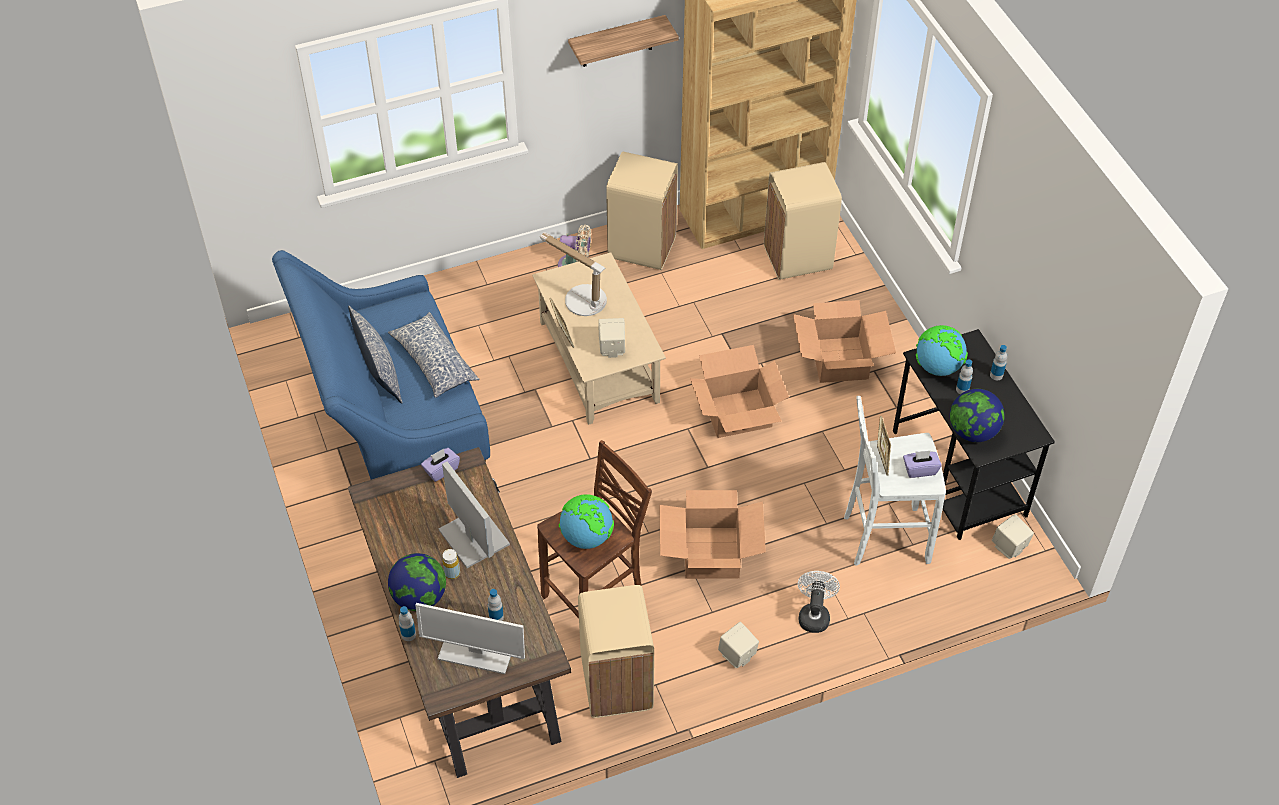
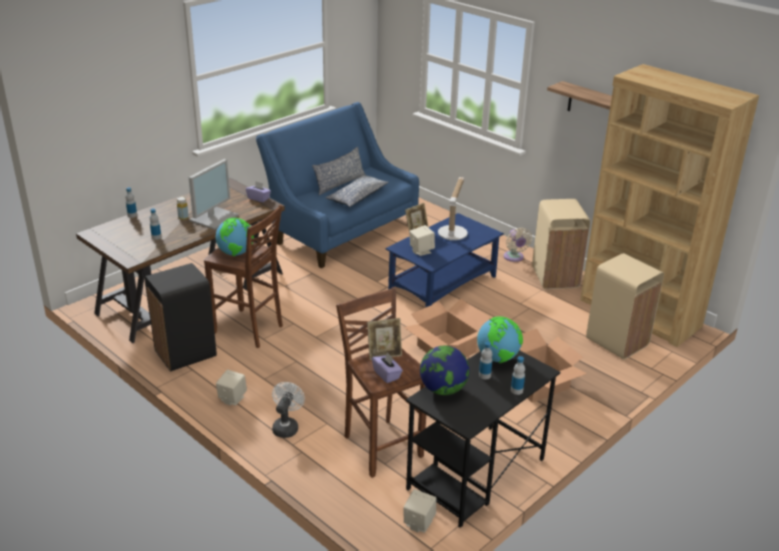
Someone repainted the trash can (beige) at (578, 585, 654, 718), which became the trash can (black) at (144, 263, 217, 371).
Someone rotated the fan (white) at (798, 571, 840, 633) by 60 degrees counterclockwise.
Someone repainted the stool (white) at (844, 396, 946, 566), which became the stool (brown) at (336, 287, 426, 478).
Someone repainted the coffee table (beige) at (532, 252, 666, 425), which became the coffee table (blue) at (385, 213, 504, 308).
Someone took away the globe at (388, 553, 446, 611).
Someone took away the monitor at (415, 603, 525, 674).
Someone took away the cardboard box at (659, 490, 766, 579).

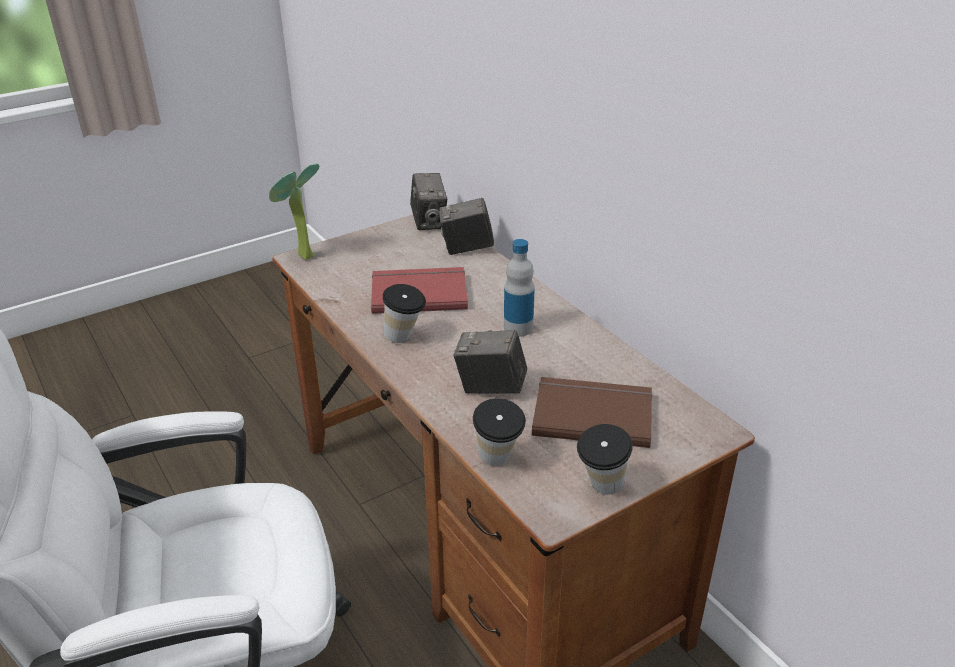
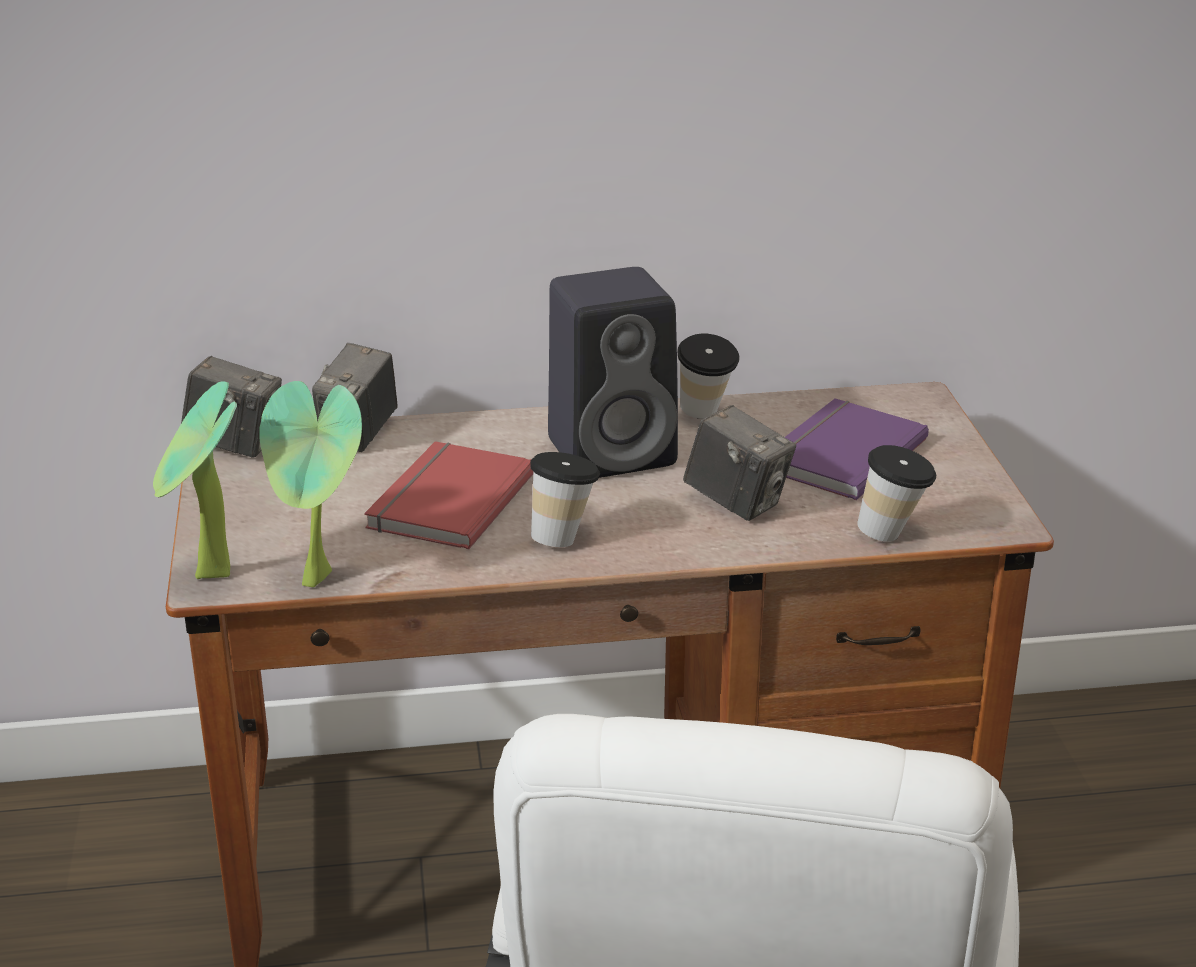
Someone put down the potted plant at (259, 381, 362, 587).
Someone swapped the bottle at (504, 239, 535, 337) for the speaker (black) at (548, 267, 678, 478).
Someone carried the cup from (577, 424, 633, 495) to (677, 334, 739, 419).
Someone rotated the photo camera at (454, 330, 527, 394) by 90 degrees counterclockwise.
Someone repainted the book (brown) at (532, 377, 652, 448), which became the book (purple) at (785, 398, 929, 500).

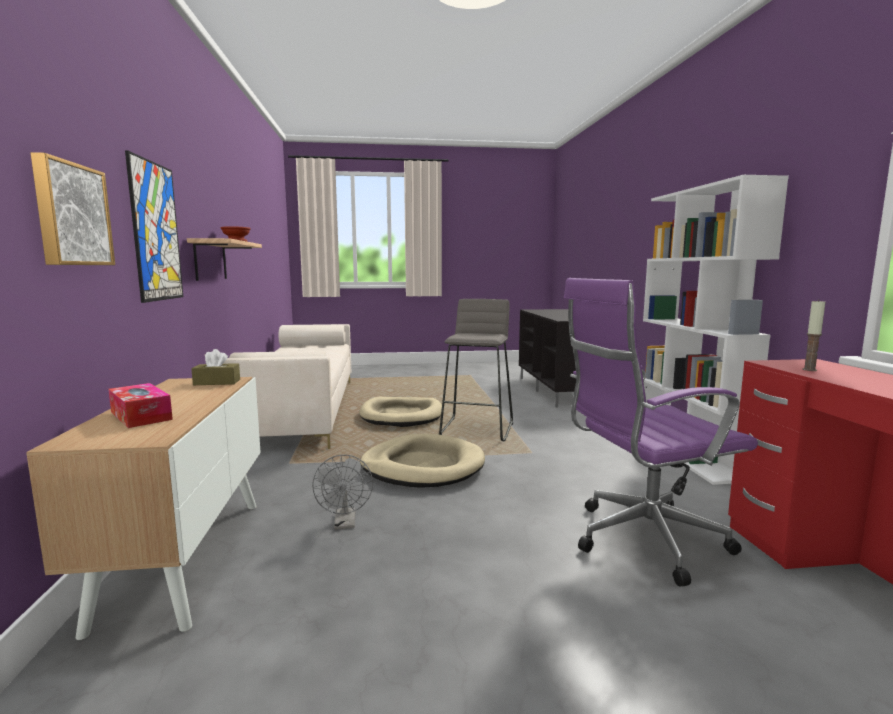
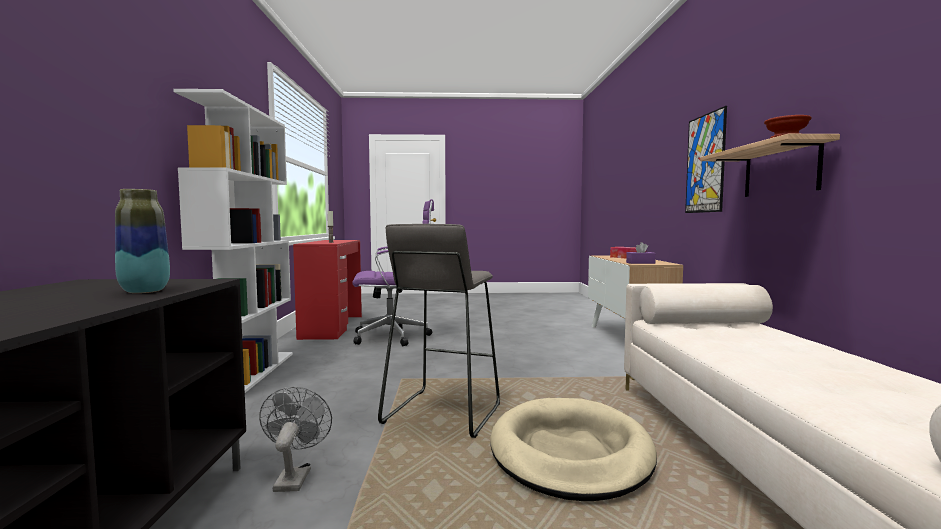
Someone put down the vase at (115, 189, 170, 293).
Someone carried the fan (grey) from (312, 454, 373, 530) to (259, 387, 332, 492).
Someone repainted the tissue box (brown) at (191, 349, 240, 385), which became the tissue box (purple) at (626, 242, 656, 264).
Someone took away the picture at (30, 152, 115, 265).
Someone took away the dog bed (beige) at (360, 434, 485, 487).

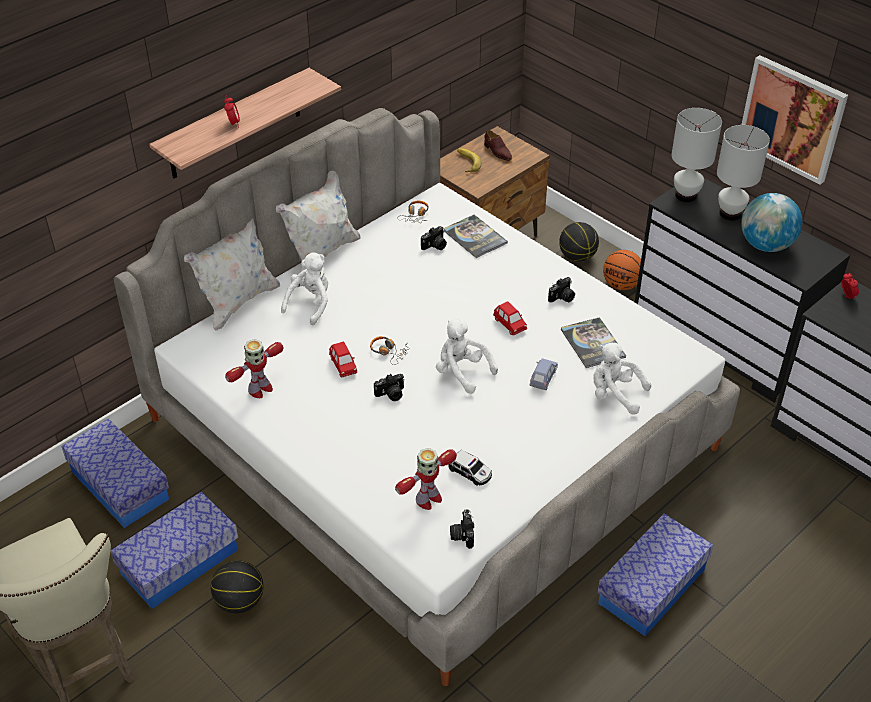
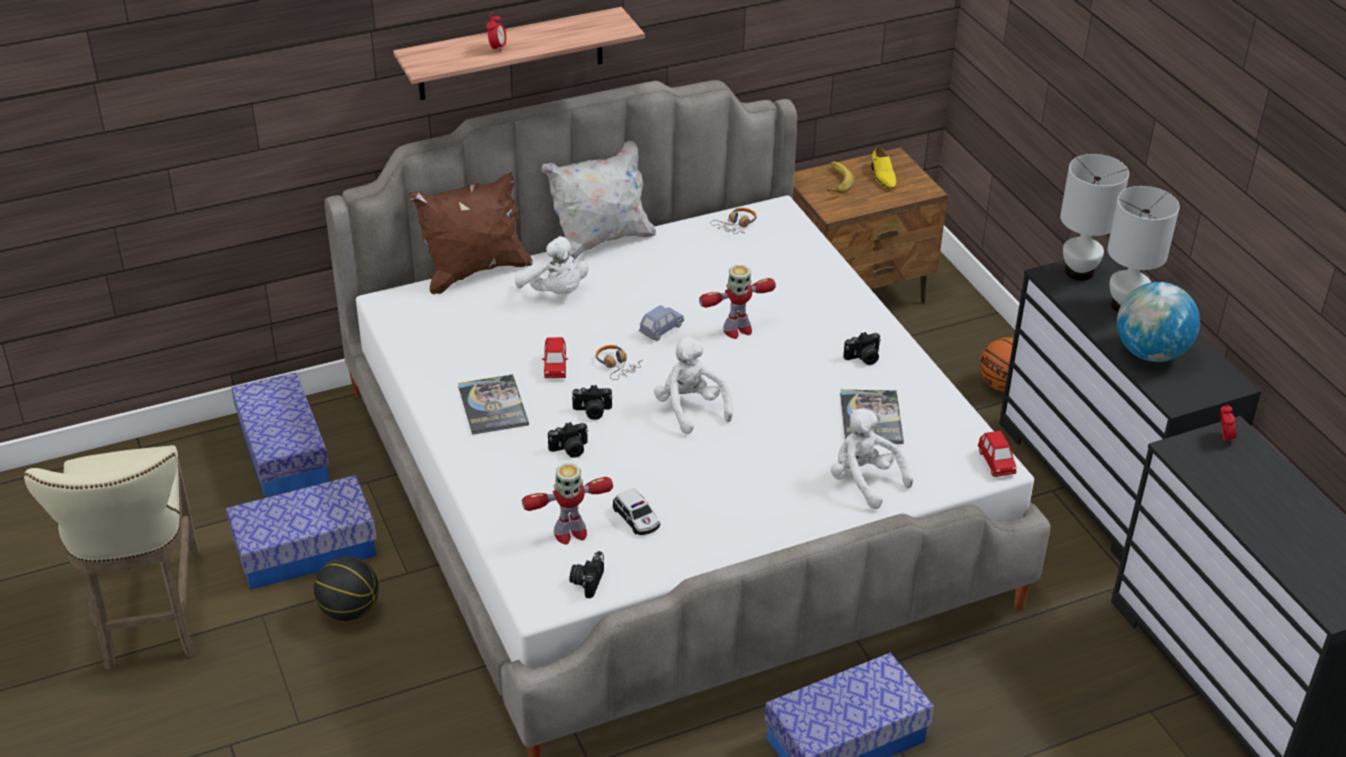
Someone repainted the pillow (white) at (184, 219, 280, 331), which became the pillow (brown) at (409, 172, 533, 294).
Someone carried the book from (443, 215, 508, 258) to (458, 374, 529, 435).
Someone rotated the plush toy (white) at (281, 253, 328, 325) by 90 degrees clockwise.
Someone carried the photo camera from (421, 226, 447, 250) to (548, 422, 588, 458).
Someone carried the toy car (blue) from (530, 358, 558, 390) to (639, 305, 684, 341).
Someone carried the toy robot from (225, 339, 284, 398) to (699, 265, 776, 339).
Someone repainted the shoe (brown) at (484, 130, 512, 161), which became the shoe (yellow) at (871, 146, 896, 189).
Someone carried the toy car (red) from (493, 301, 527, 335) to (978, 431, 1017, 477).
Someone took away the basketball at (559, 222, 599, 262).
Someone took away the picture at (741, 55, 848, 184).

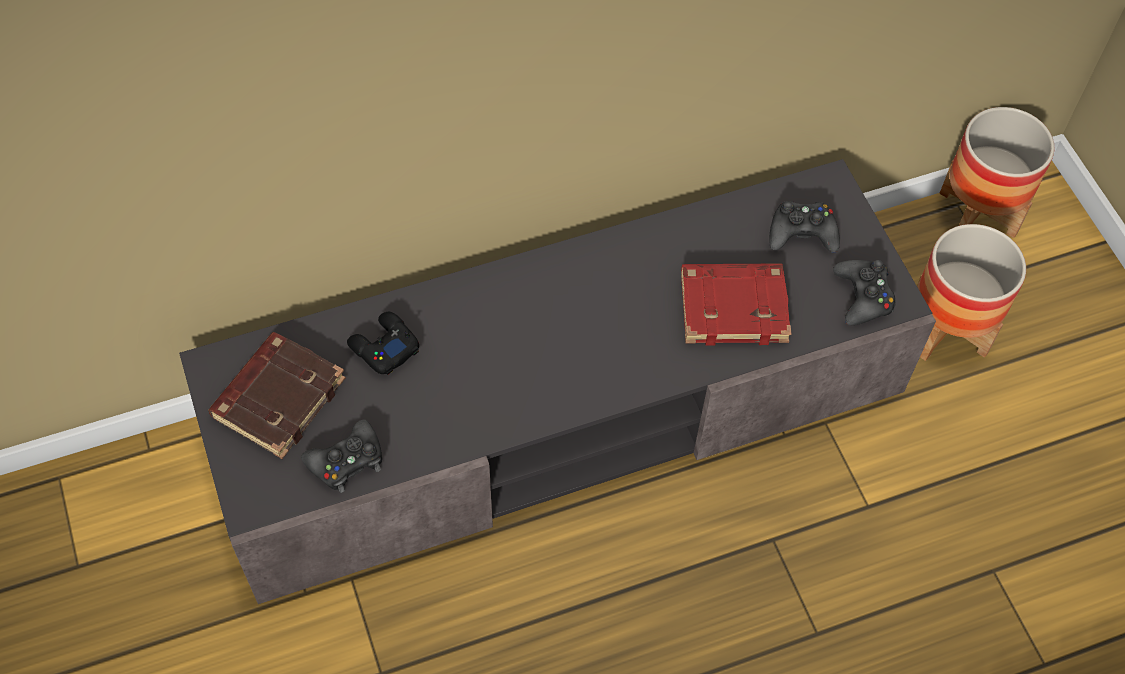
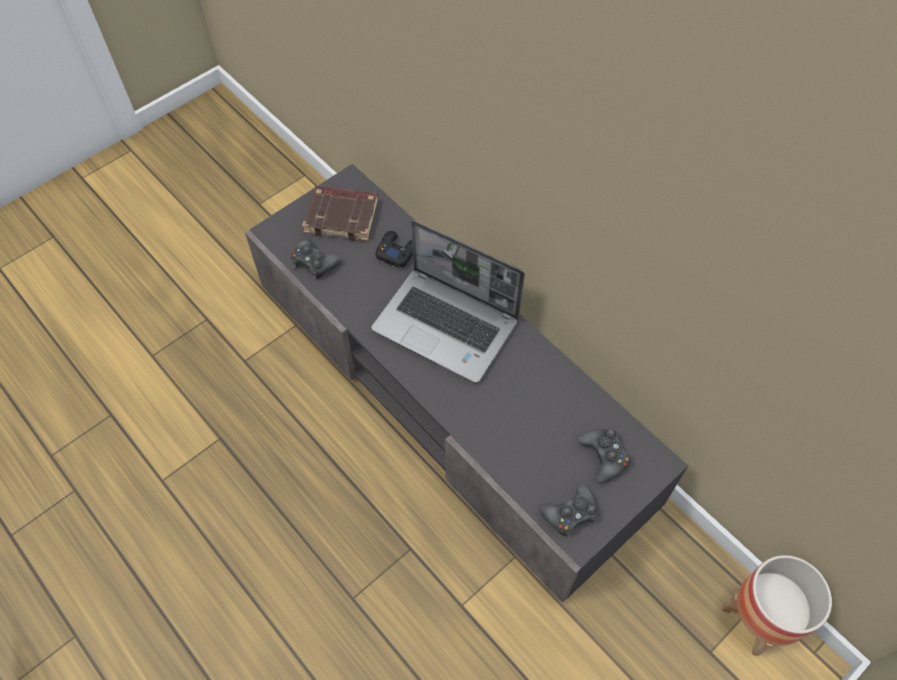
Someone put down the laptop at (372, 220, 525, 383).
Someone took away the book (red) at (681, 263, 792, 346).
Someone took away the planter at (917, 224, 1026, 361).

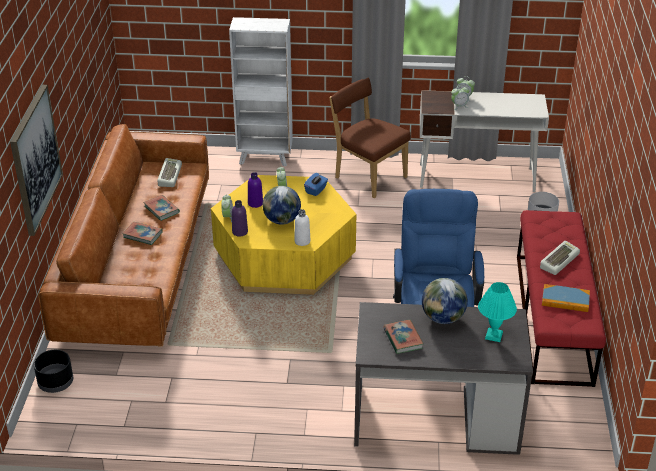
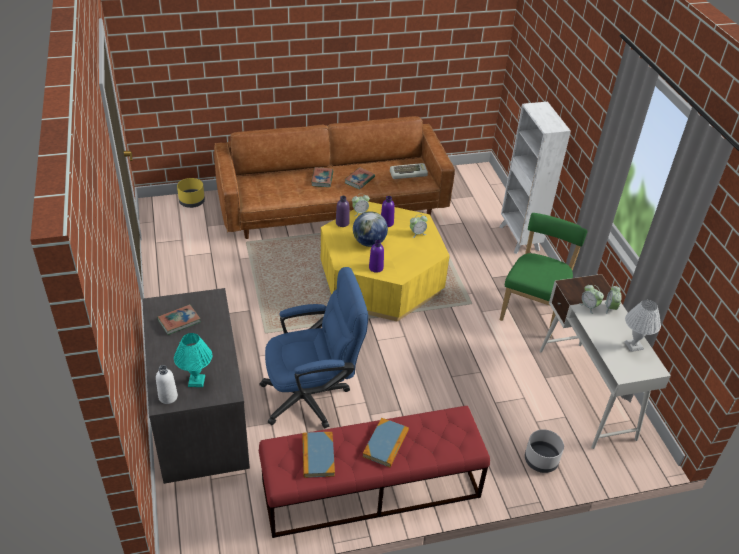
Someone carried the bottle (white) from (294, 209, 310, 246) to (156, 365, 178, 404).
Someone repainted the planter (black) at (34, 350, 73, 393), which became the planter (yellow) at (177, 178, 205, 208).
Someone swapped the keyboard at (540, 241, 580, 275) for the book at (362, 418, 409, 467).
Someone put down the bottle (purple) at (369, 240, 384, 273).
Someone repainted the chair (brown) at (329, 77, 411, 198), which became the chair (green) at (500, 213, 588, 338).
Someone put down the table lamp (white) at (625, 300, 661, 352).
Someone took away the picture at (10, 85, 63, 236).
Someone took away the tissue box (blue) at (304, 173, 328, 196).
Someone took away the globe at (422, 278, 468, 324).

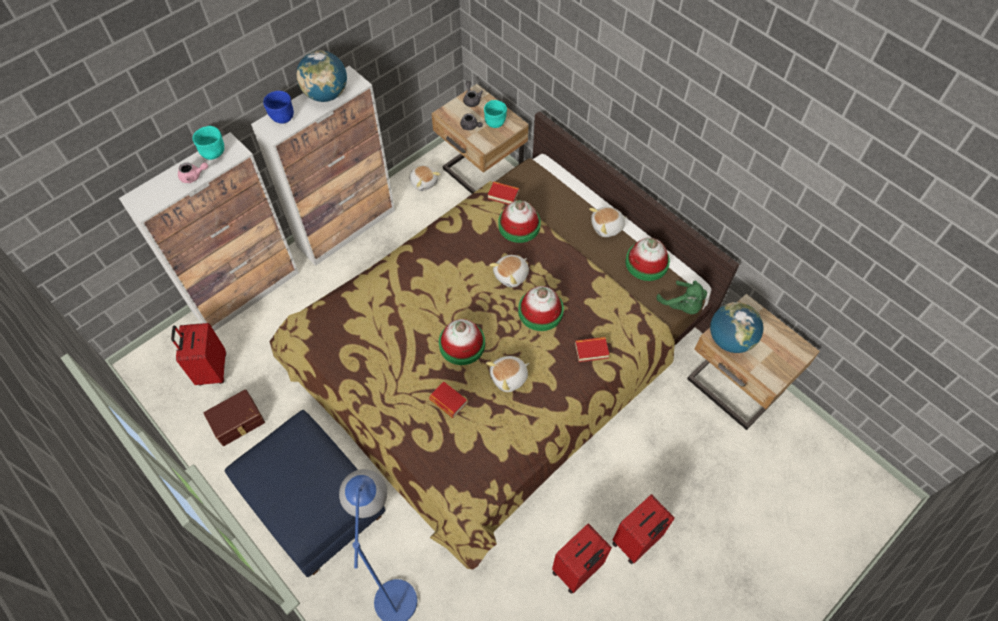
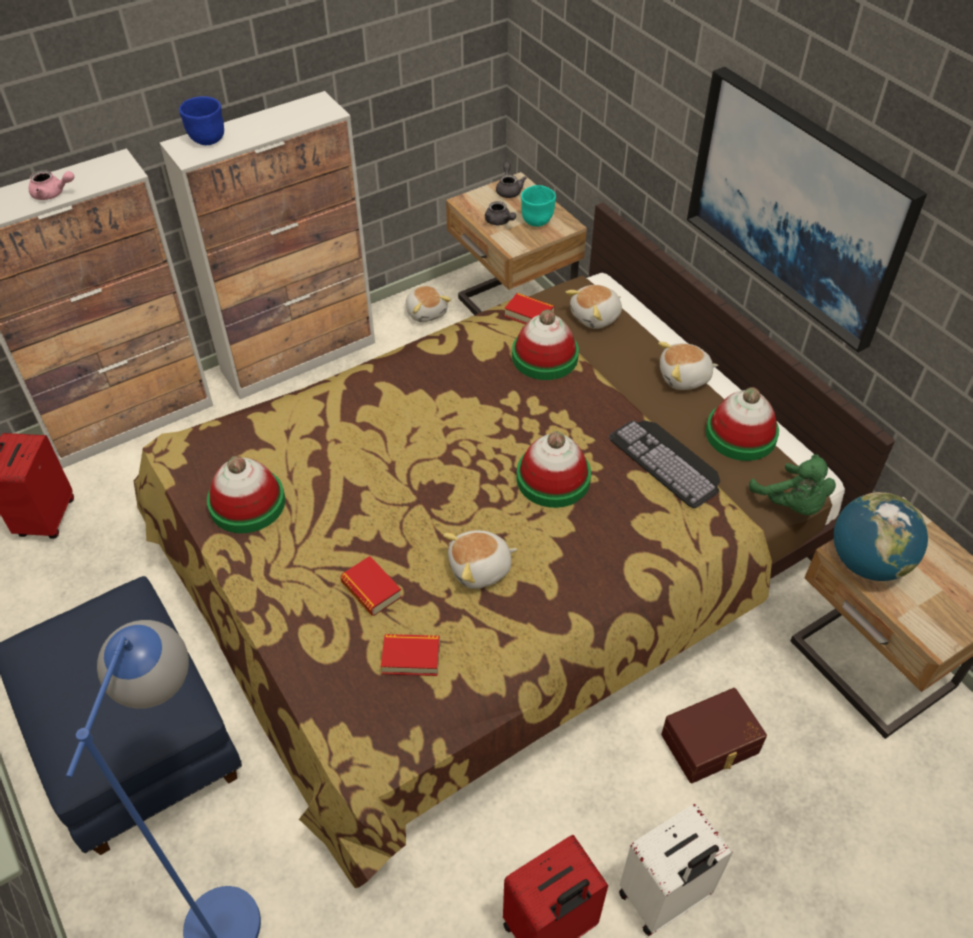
Someone carried the hat from (439, 319, 485, 365) to (207, 456, 285, 533).
Someone carried the book from (575, 337, 609, 362) to (381, 634, 440, 676).
Someone carried the plush toy from (489, 255, 529, 288) to (565, 285, 622, 329).
Someone put down the keyboard at (609, 420, 720, 508).
Someone repainted the suitcase (red) at (612, 494, 675, 564), which became the suitcase (white) at (619, 803, 733, 936).
Someone carried the storage box (brown) from (203, 389, 265, 446) to (661, 688, 767, 783).
Someone put up the picture at (687, 67, 927, 353).
Someone took away the bowl (turquoise) at (193, 126, 224, 160).
Someone took away the globe at (296, 50, 347, 102).

